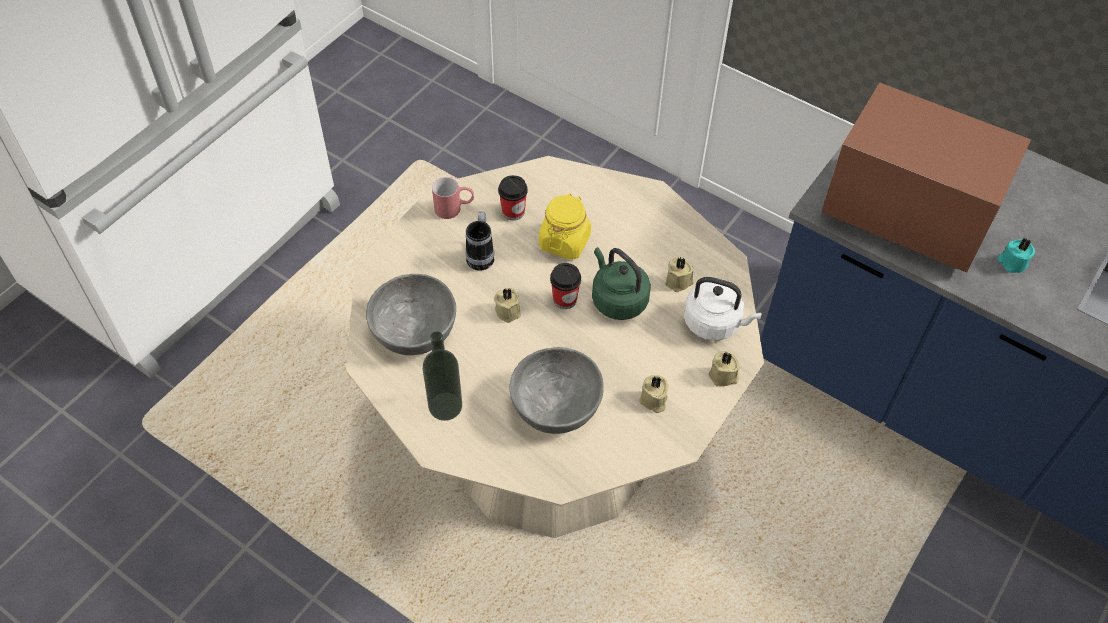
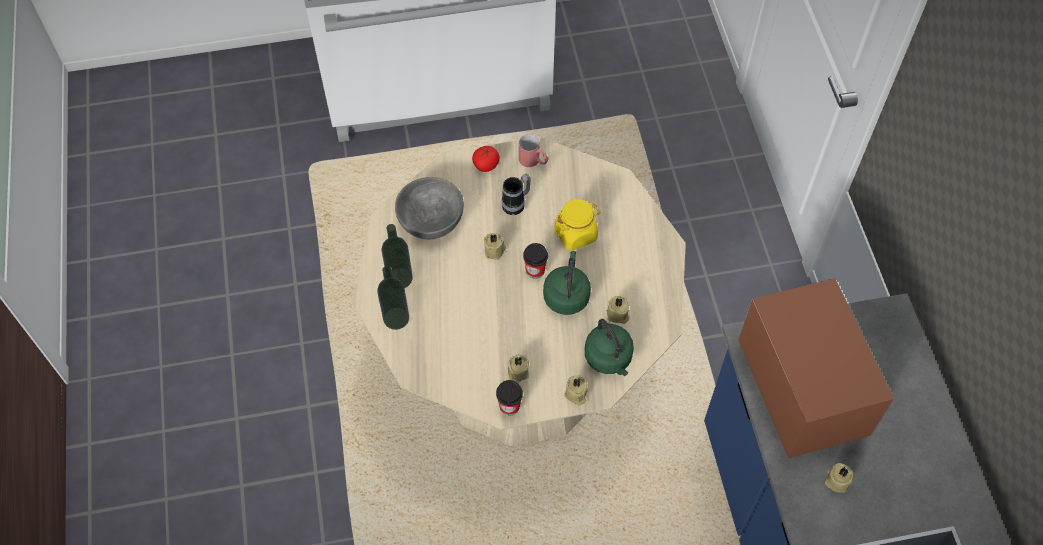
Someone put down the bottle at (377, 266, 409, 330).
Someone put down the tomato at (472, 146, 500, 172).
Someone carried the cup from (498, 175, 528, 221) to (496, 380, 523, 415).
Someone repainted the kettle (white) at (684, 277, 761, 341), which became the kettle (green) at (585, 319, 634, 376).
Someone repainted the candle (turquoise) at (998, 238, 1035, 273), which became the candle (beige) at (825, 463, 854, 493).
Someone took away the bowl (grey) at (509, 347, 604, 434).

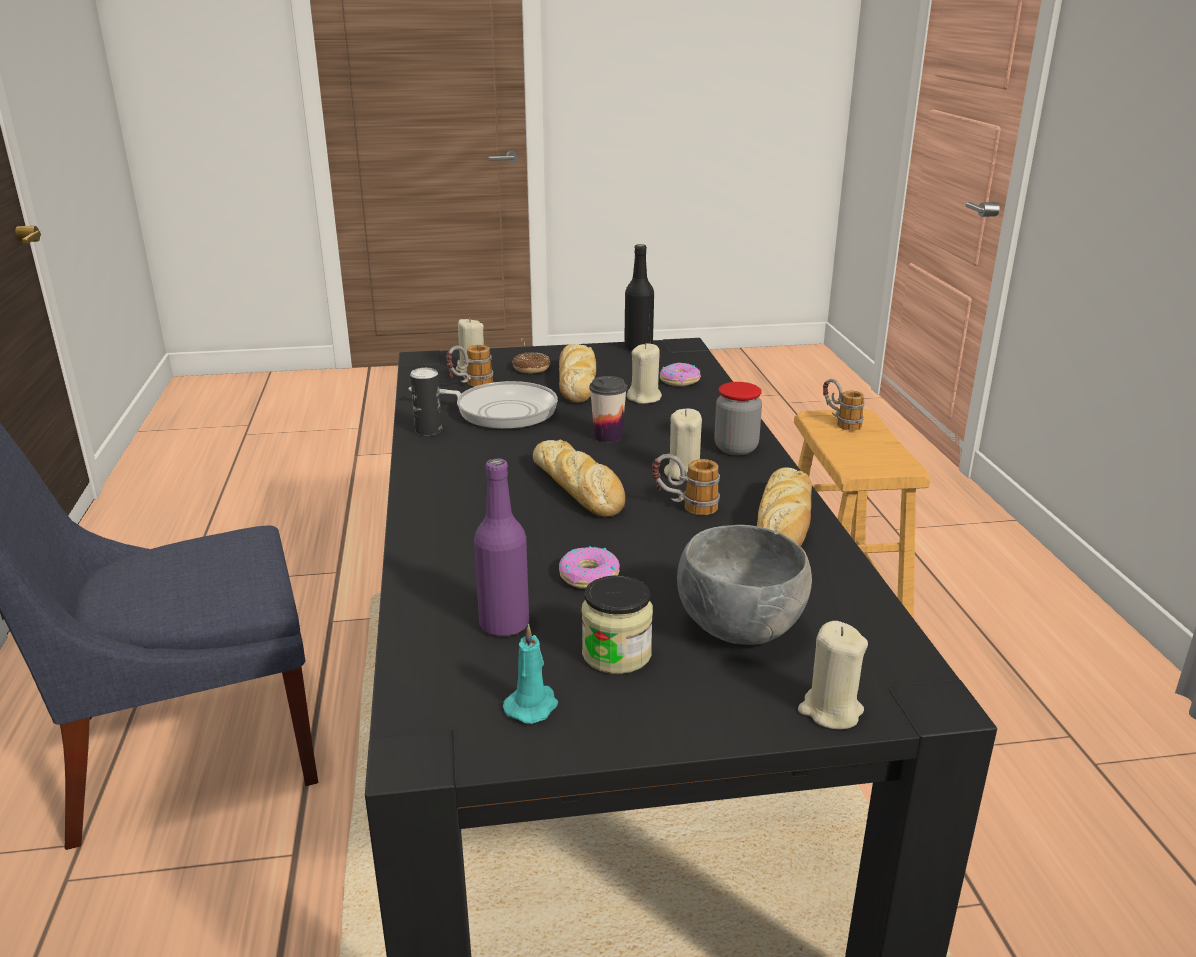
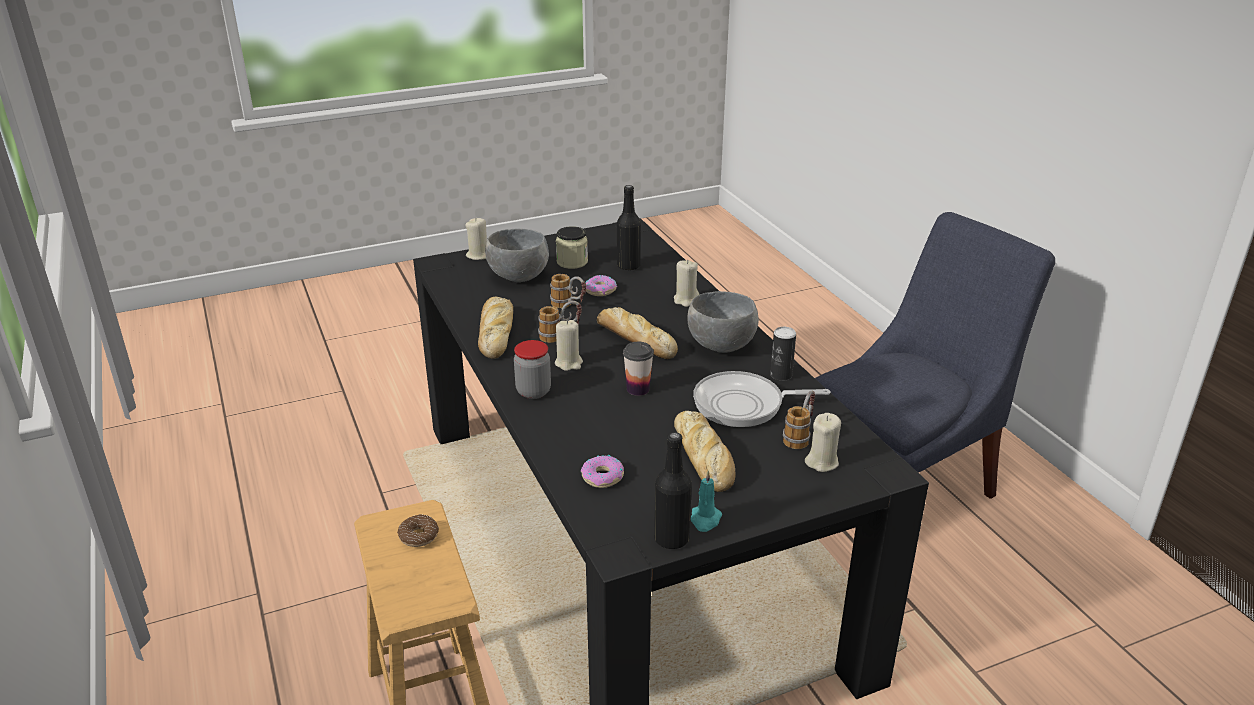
Someone carried the donut from (512, 353, 550, 373) to (397, 514, 439, 547).
Someone carried the mug from (823, 379, 865, 431) to (550, 274, 586, 308).
Someone repainted the bottle (purple) at (474, 458, 529, 637), which became the bottle (black) at (617, 185, 641, 271).
Someone carried the candle (beige) from (627, 343, 662, 404) to (674, 260, 700, 307).
Someone put down the bowl (grey) at (687, 291, 759, 353).
Someone carried the candle (turquoise) from (503, 624, 558, 724) to (691, 471, 722, 532).

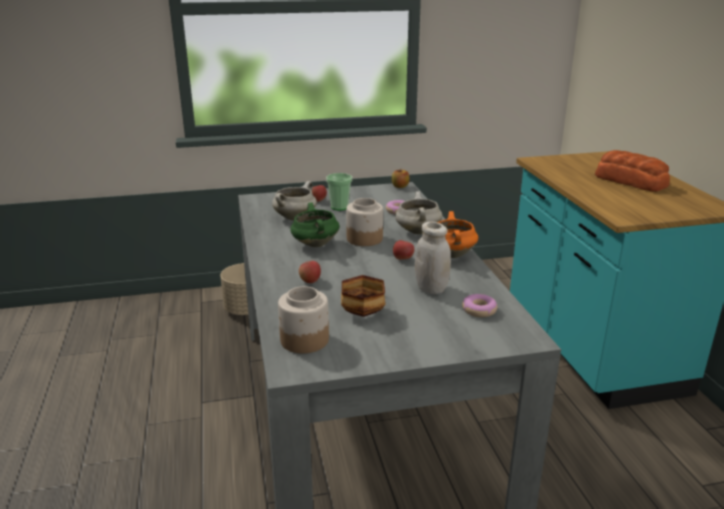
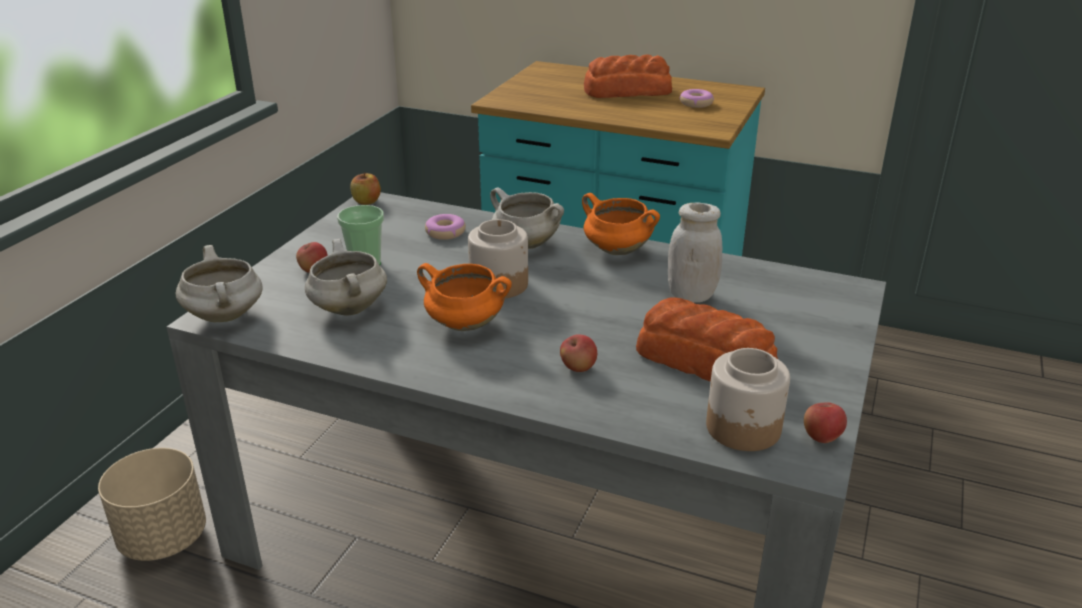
Someone put down the cooking pot (white) at (176, 245, 263, 322).
Someone repainted the cooking pot (green) at (291, 202, 339, 247), which became the cooking pot (orange) at (417, 263, 512, 331).
Someone swapped the bowl at (341, 275, 386, 317) for the bread at (636, 297, 778, 382).
Someone carried the donut from (462, 294, 497, 317) to (679, 89, 714, 108).
Someone carried the apple from (393, 240, 414, 260) to (804, 402, 847, 443).

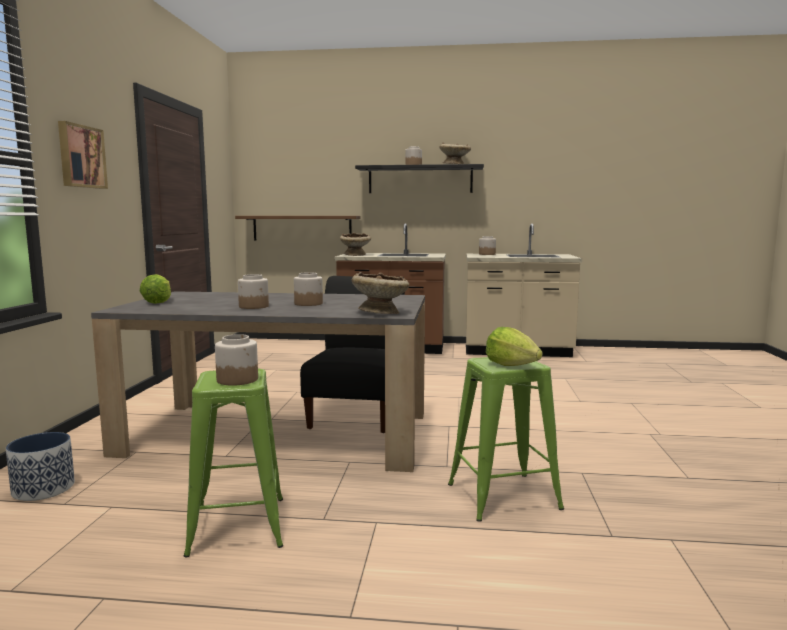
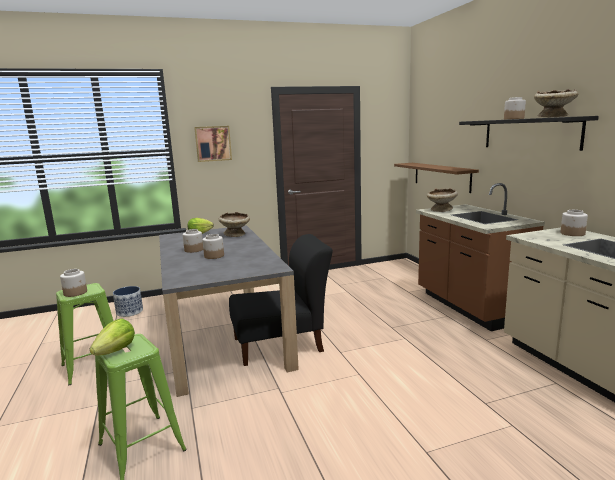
Someone carried the bowl (beige) from (352, 272, 409, 314) to (219, 212, 250, 237).

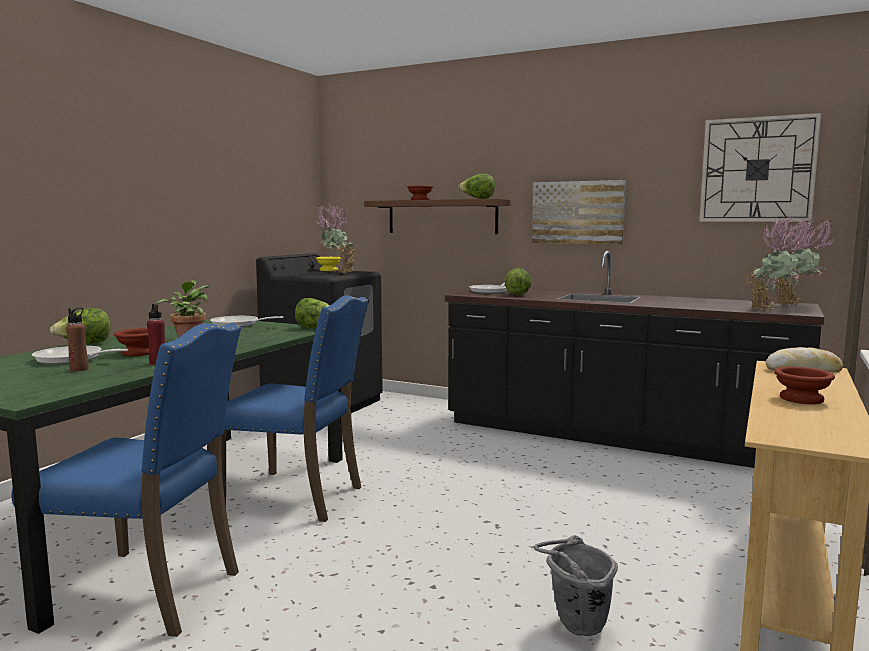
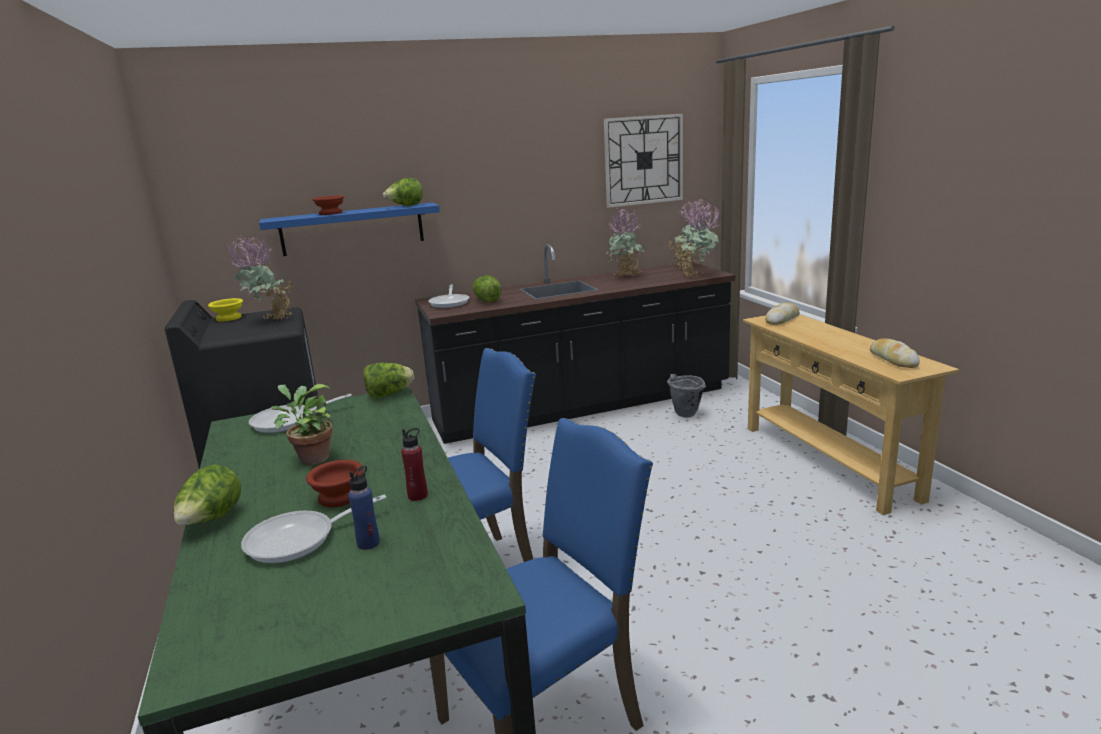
Someone repainted the shelf (brown) at (364, 199, 511, 234), which became the shelf (blue) at (259, 202, 440, 256).
Someone repainted the bottle (brown) at (66, 307, 89, 372), which became the bottle (blue) at (348, 466, 380, 550).
Someone put down the potted plant at (606, 208, 646, 277).
Someone carried the bucket (grey) from (534, 535, 618, 636) to (667, 374, 706, 417).
Someone put down the bread at (870, 338, 920, 368).
Someone took away the picture at (532, 180, 626, 245).
Someone took away the bowl (brown) at (774, 366, 835, 404).

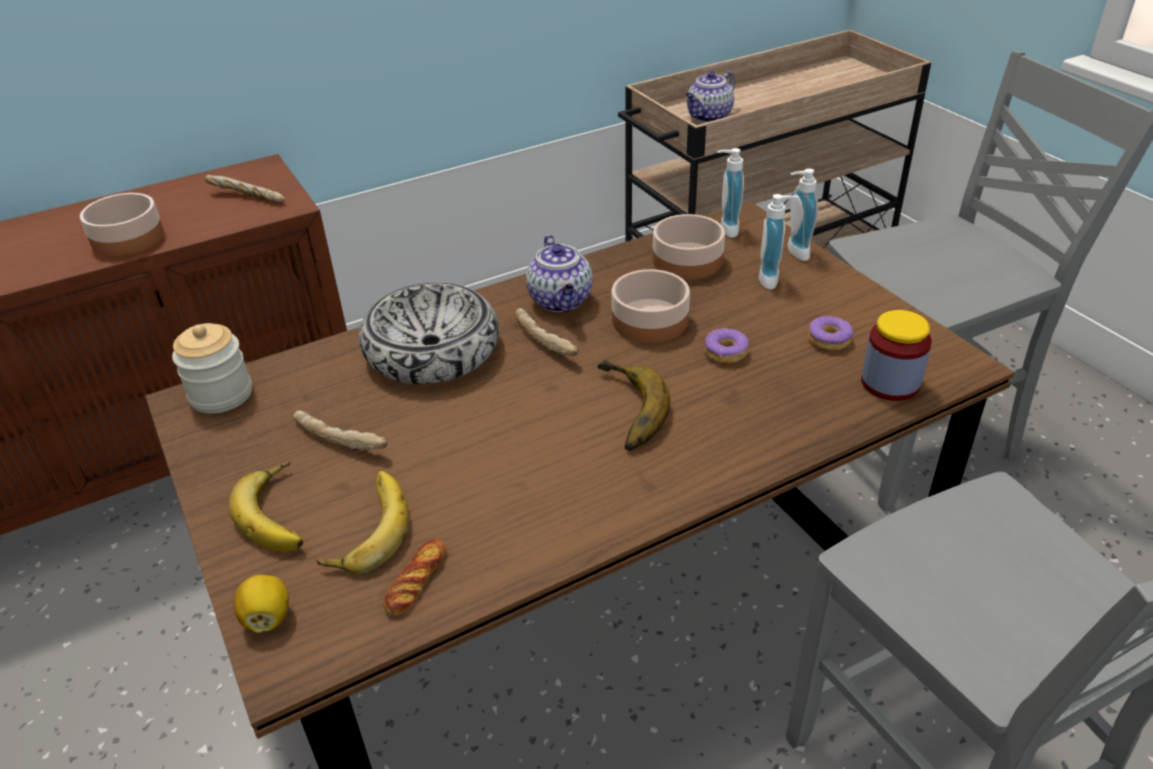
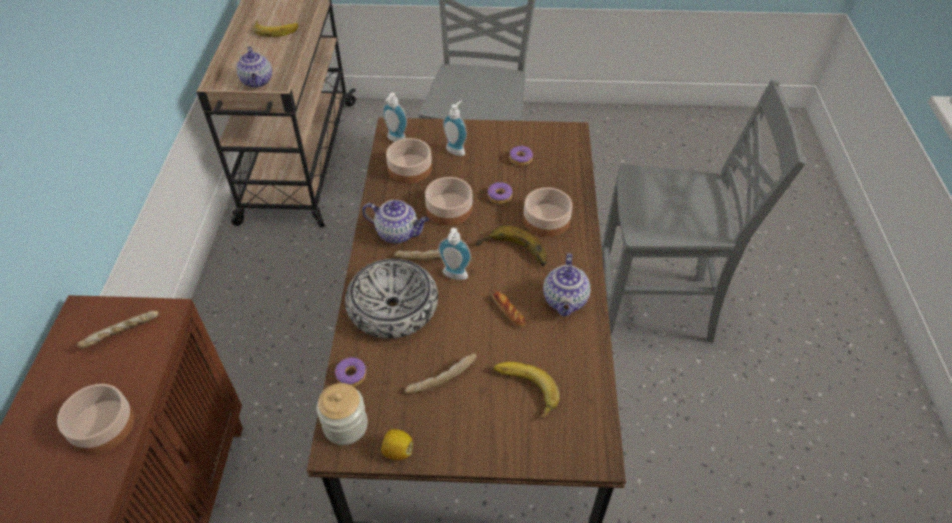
Someone carried the banana from (228, 462, 303, 552) to (253, 20, 299, 37).
Someone put down the donut at (335, 357, 367, 387).
Someone carried the lemon from (234, 575, 289, 633) to (381, 429, 413, 460).
Someone carried the soap dispenser from (788, 168, 818, 261) to (438, 228, 472, 280).
Someone carried the bread from (383, 539, 446, 615) to (492, 292, 526, 327).
Someone put down the bowl at (523, 187, 573, 237).
Someone put down the teapot at (543, 253, 591, 317).
Someone took away the jar at (861, 310, 932, 401).

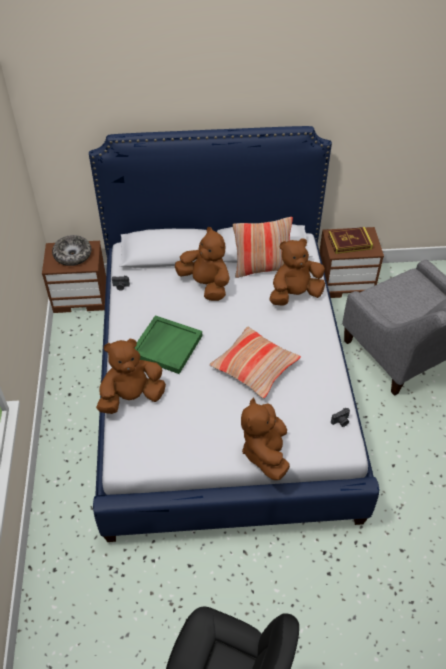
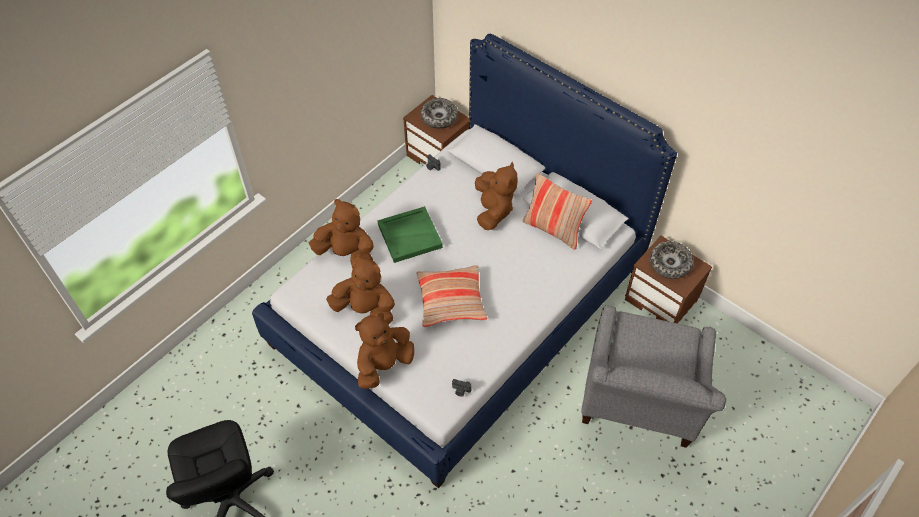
Someone carried the plush toy (brown) from (270, 238, 325, 306) to (326, 255, 395, 325).
Someone swapped the book at (328, 227, 373, 254) for the bowl at (650, 241, 693, 279).

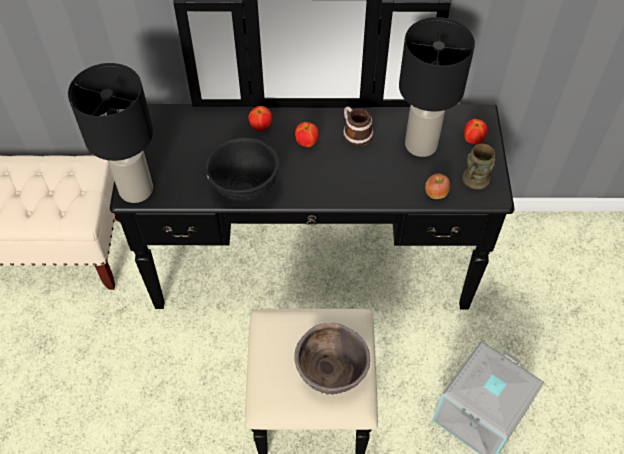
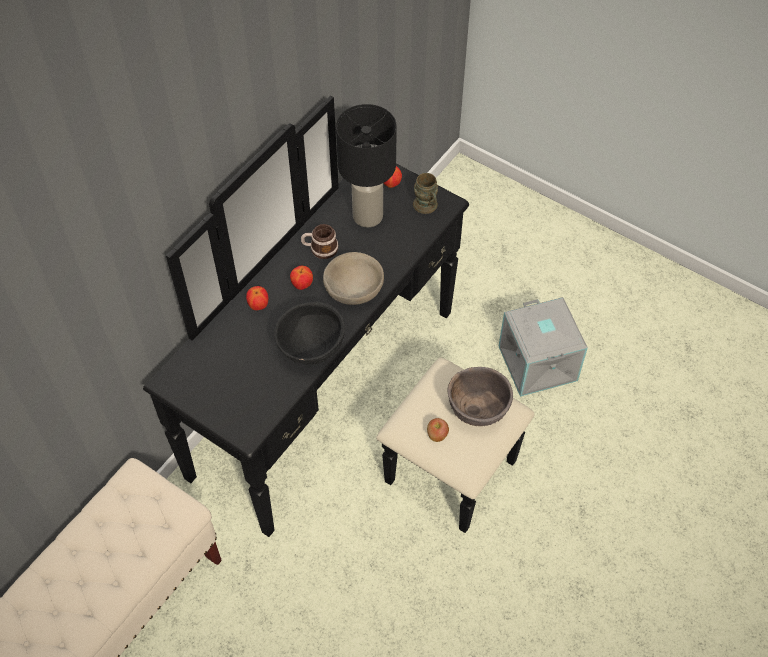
Someone put down the bowl (beige) at (323, 252, 384, 305).
Someone carried the apple from (425, 173, 450, 199) to (427, 418, 449, 442).
Someone took away the table lamp (black) at (68, 63, 153, 203).

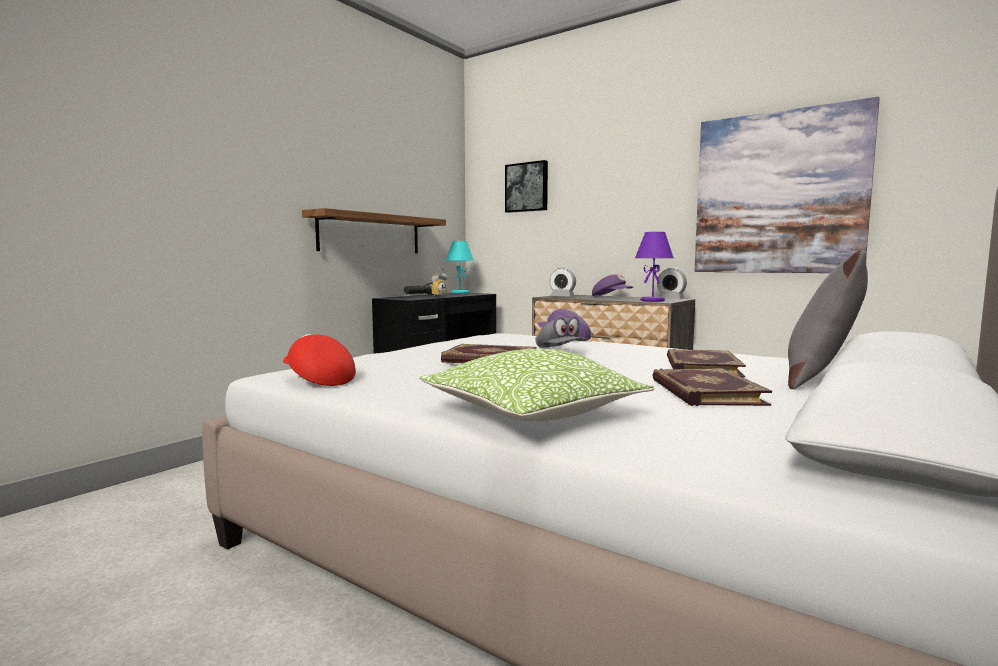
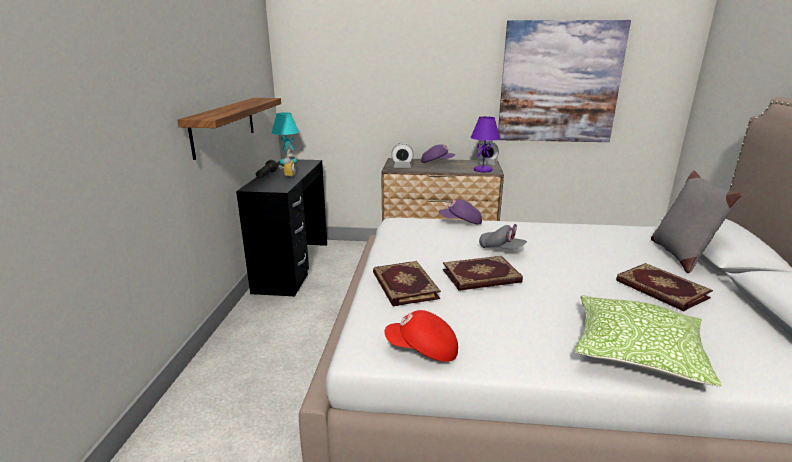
Someone carried the book from (667, 349, 746, 378) to (373, 261, 441, 306).
Someone took away the picture at (505, 160, 548, 213).

